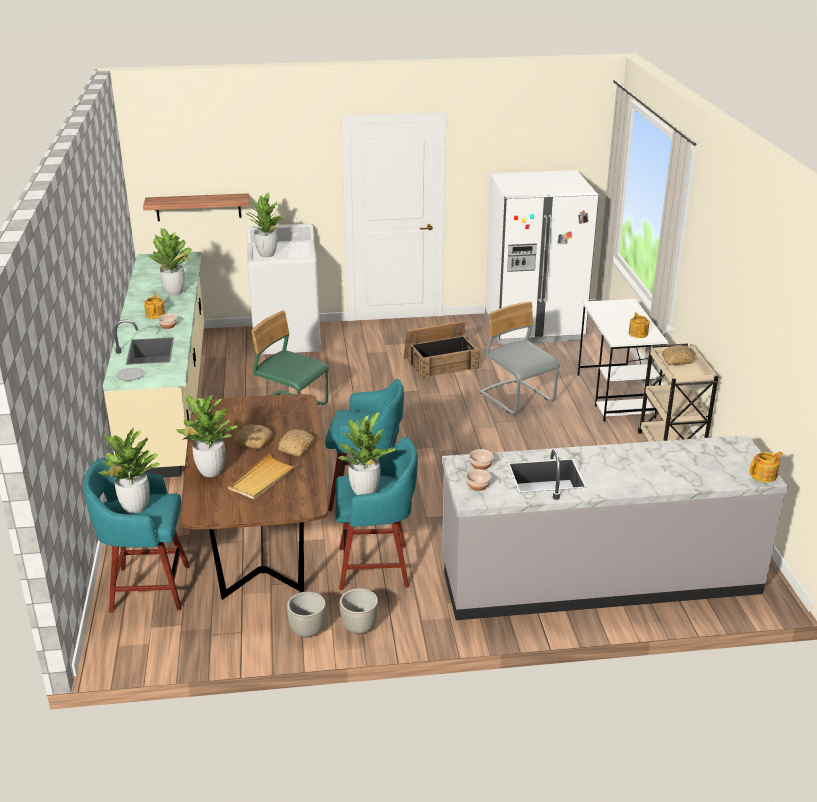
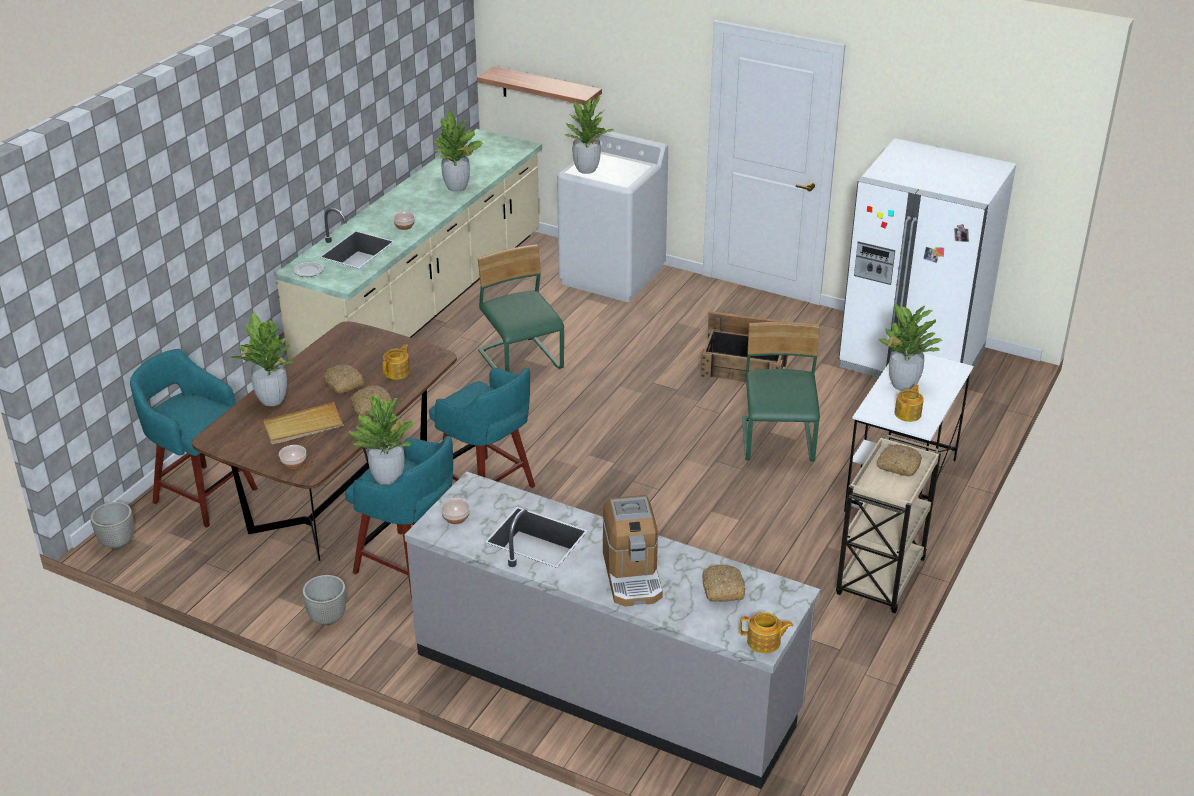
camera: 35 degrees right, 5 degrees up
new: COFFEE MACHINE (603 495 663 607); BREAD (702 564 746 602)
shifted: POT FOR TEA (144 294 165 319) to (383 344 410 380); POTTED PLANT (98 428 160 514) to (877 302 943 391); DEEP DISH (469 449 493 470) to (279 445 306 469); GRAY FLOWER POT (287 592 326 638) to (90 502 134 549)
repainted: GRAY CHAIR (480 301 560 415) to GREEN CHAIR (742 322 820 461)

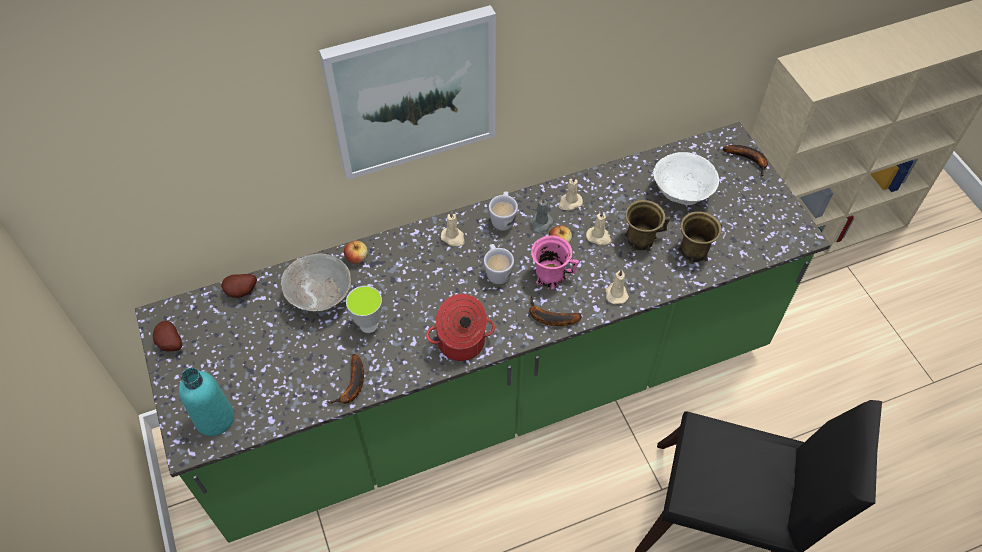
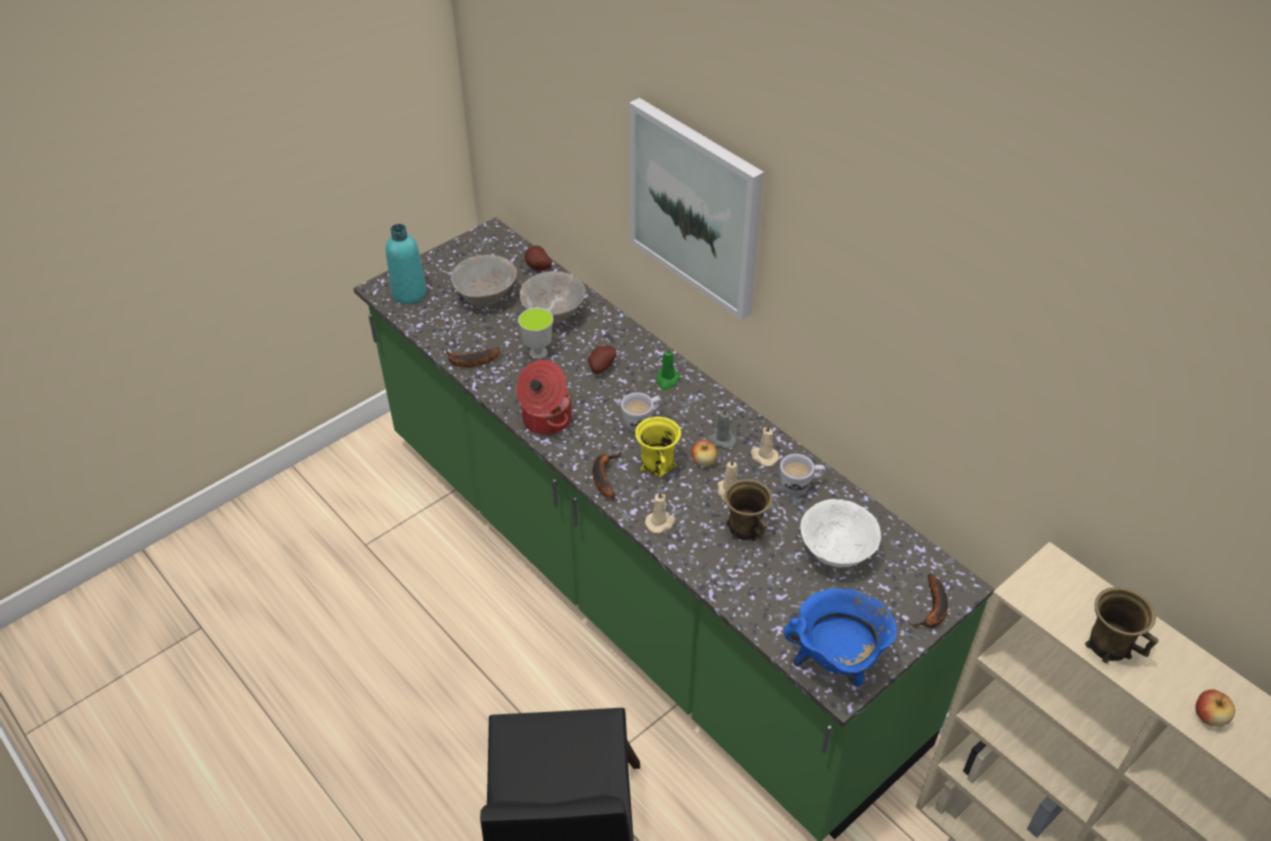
camera: 70 degrees right, 10 degrees down
new: GRAY DEEP DISH (451 255 517 307); BLUE SAUCEPOT (784 588 897 686)
shifted: WHITE COFFEE MUG (489 191 518 231) to (780 454 826 496); BROWNISH COFFEE MUG (678 211 722 264) to (1085 587 1159 663); WHOLE APPLE (344 241 368 264) to (1195 689 1235 727); SPUD (153 321 182 351) to (588 345 617 374)
repainted: BEIGE CANDLE (441 211 464 246) to GREEN CANDLE (656 346 680 390); PINK COFFEE MUG (531 235 579 289) to YELLOW-COLOURED COFFEE MUG (635 417 681 477)

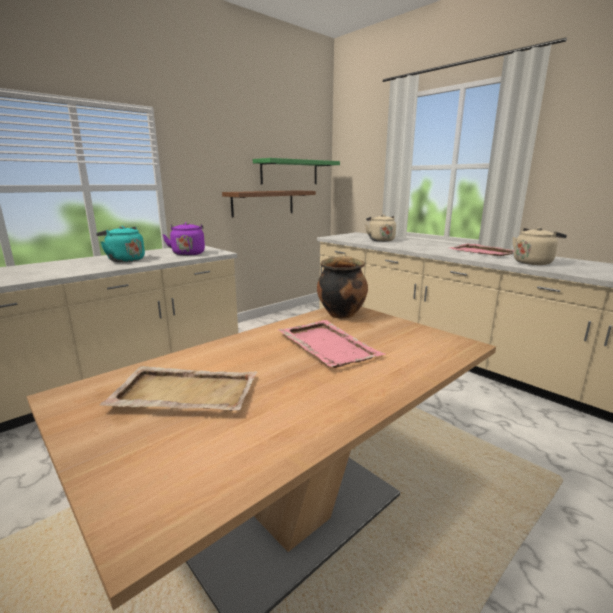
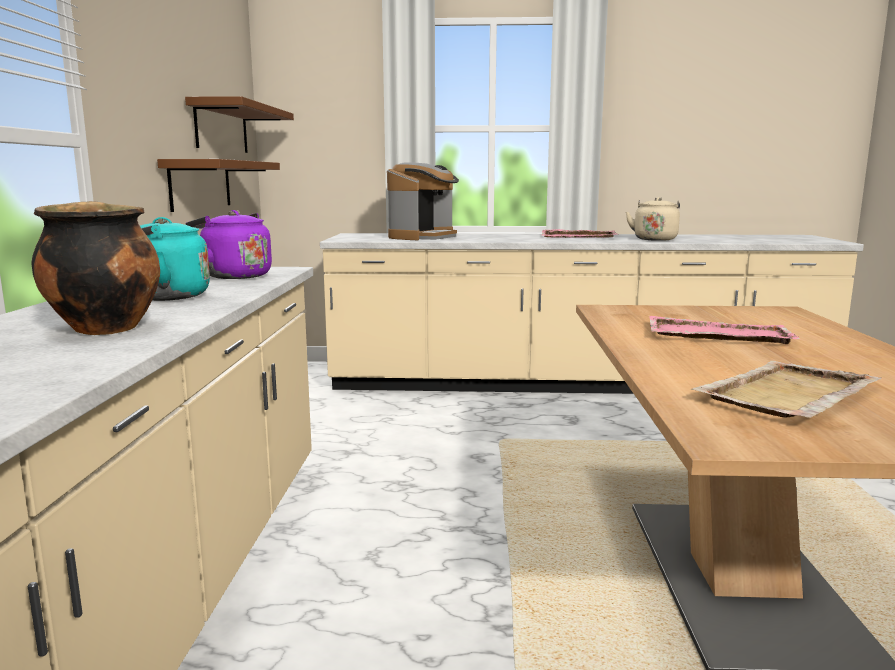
camera: 45 degrees left, 5 degrees down
shifted: SAUCEPOT (317 256 368 319) to (31 201 160 335)
swapped: BEIGE KETTLE (365 214 396 242) to COFFEE MACHINE (387 163 459 240)
repainted: GREEN WALL SHELF (253 158 340 185) to BROWNISH WALL SHELF (185 96 294 153)

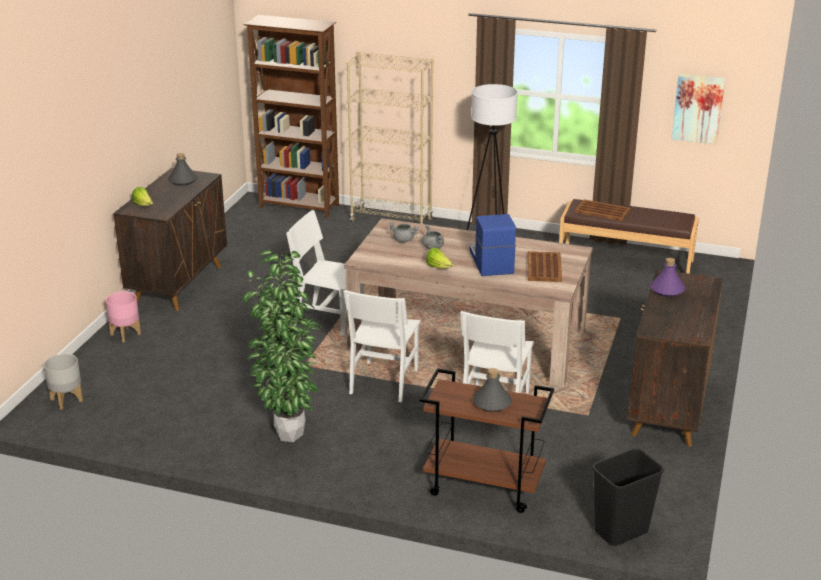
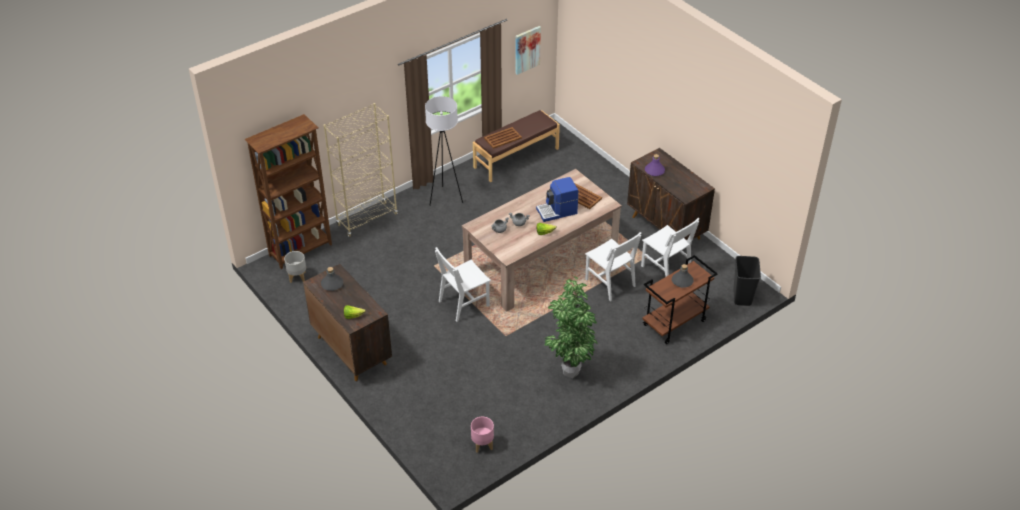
camera: 55 degrees left, 15 degrees up
shifted: WHITE CHAIR (344 290 421 402) to (641 218 699 277); PINK FLOWER POT (106 291 141 342) to (471 417 494 453); GRAY FLOWER POT (43 354 83 410) to (284 251 306 283)
rotated: COFFEE MACHINE (470 214 516 276) = (536 177 578 222) 45 degrees counterclockwise

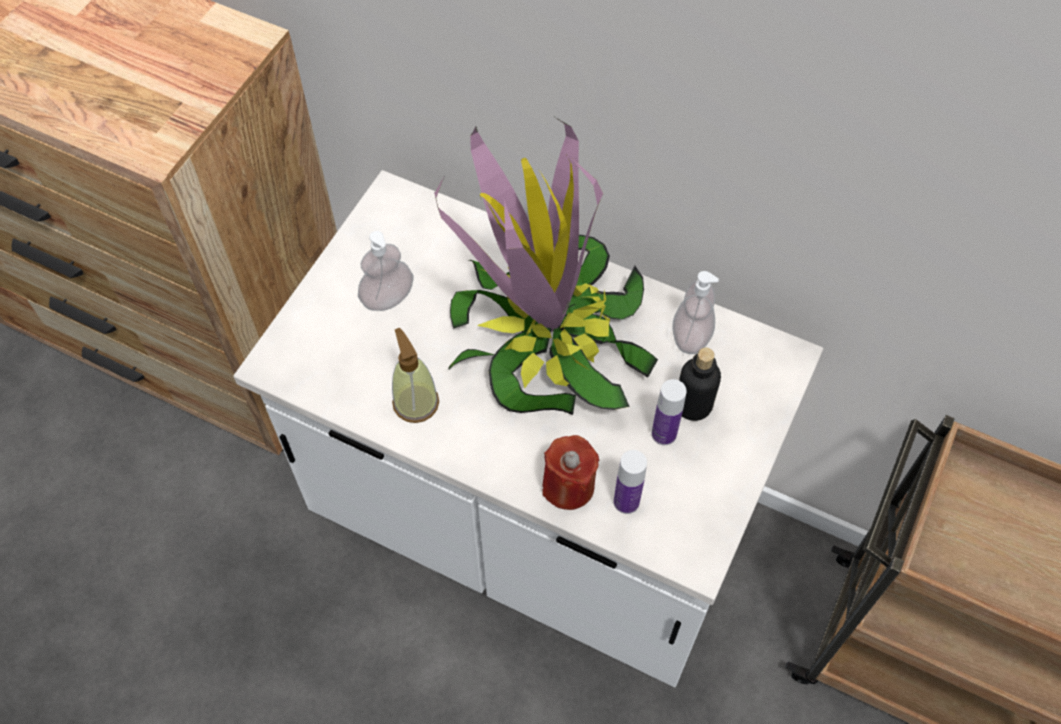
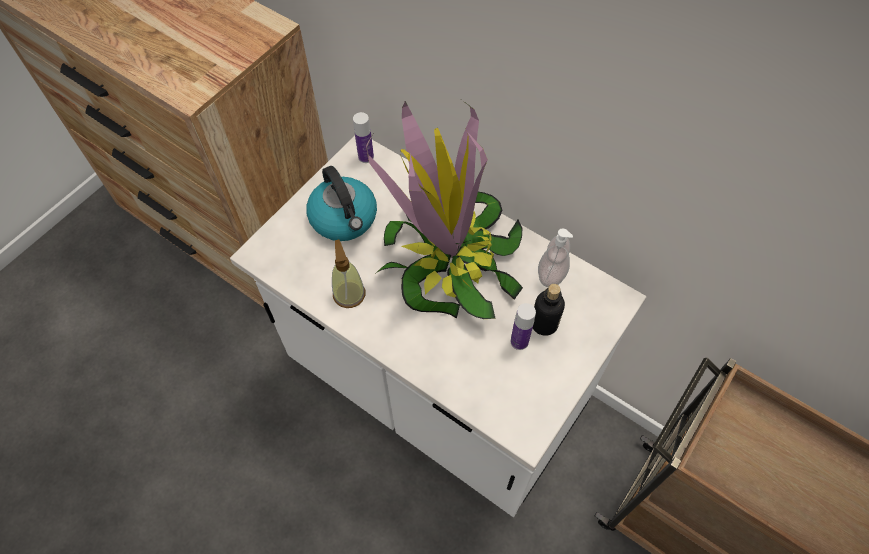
camera: 10 degrees right, 0 degrees up
gone: RED CANDLE (542 435 600 510)
shifted: BOTTLE (614 450 647 514) to (353 112 374 163)
swapped: SOAP DISPENSER (358 231 414 311) to KETTLE (306 166 377 241)

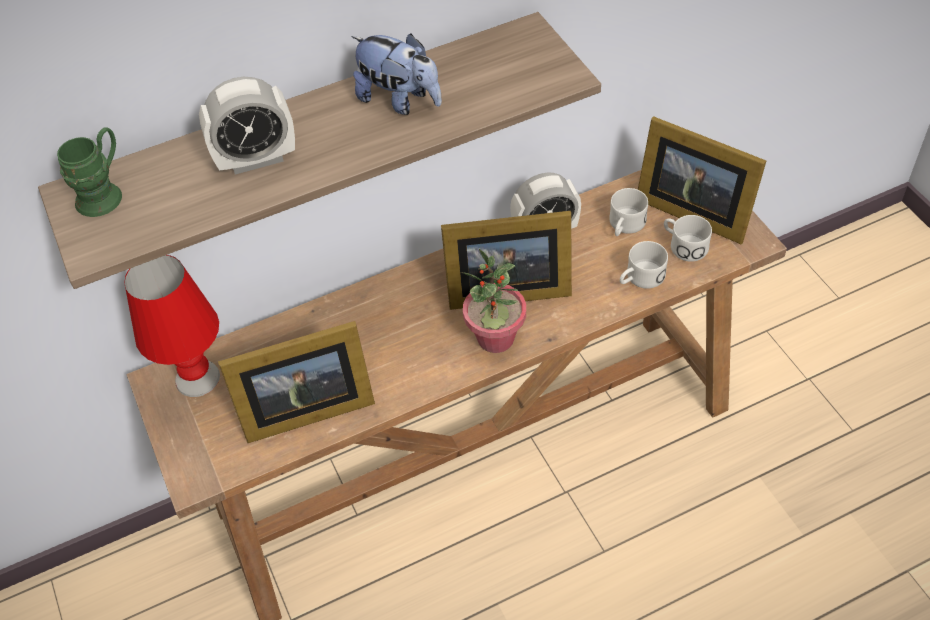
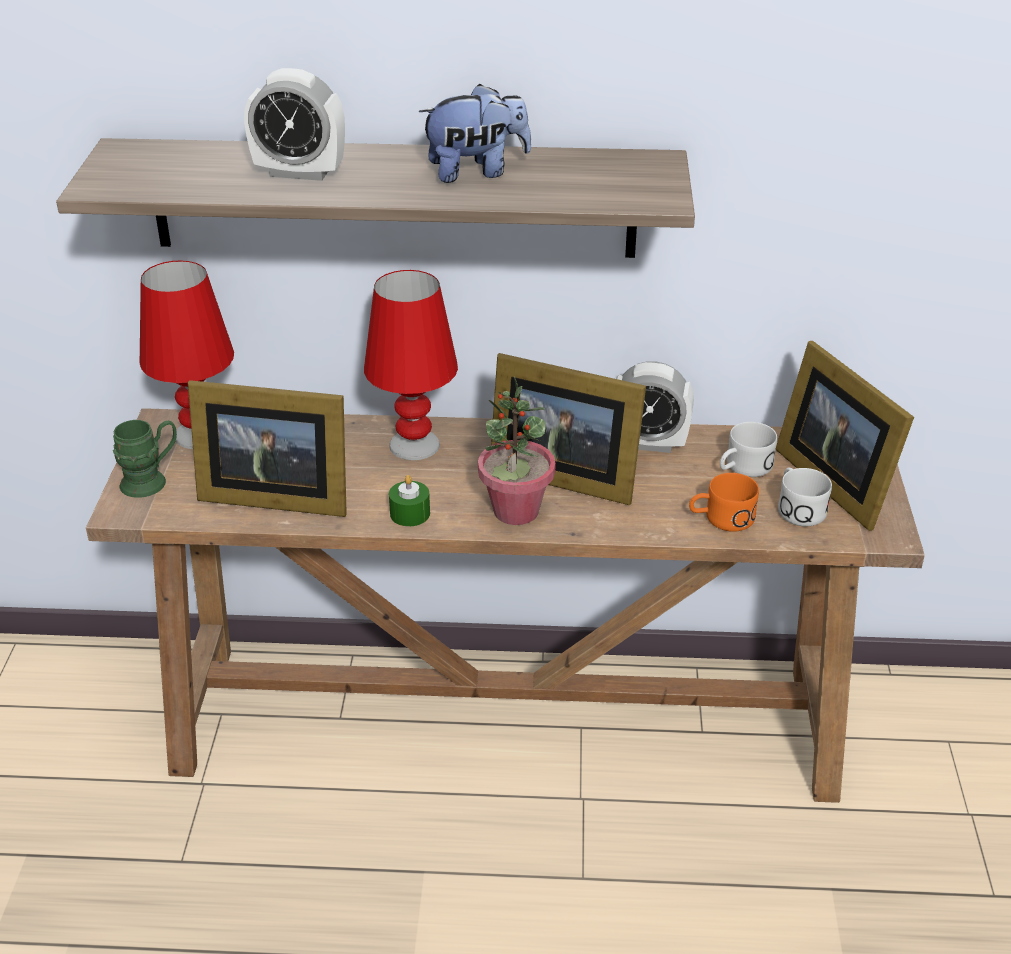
camera: 25 degrees right, 15 degrees down
new: RED LAMP FOR A TABLE (364 270 458 460); GREEN CANDLE (389 475 430 526)
shifted: GREEN COFFEE MUG (57 127 122 217) to (113 420 177 498)
repainted: WHITE COFFEE MUG (620 241 668 289) to ORANGE COFFEE MUG (689 473 759 532)
rotated: PLUSH TOY (351 34 442 115) = (419 84 531 183) 75 degrees counterclockwise

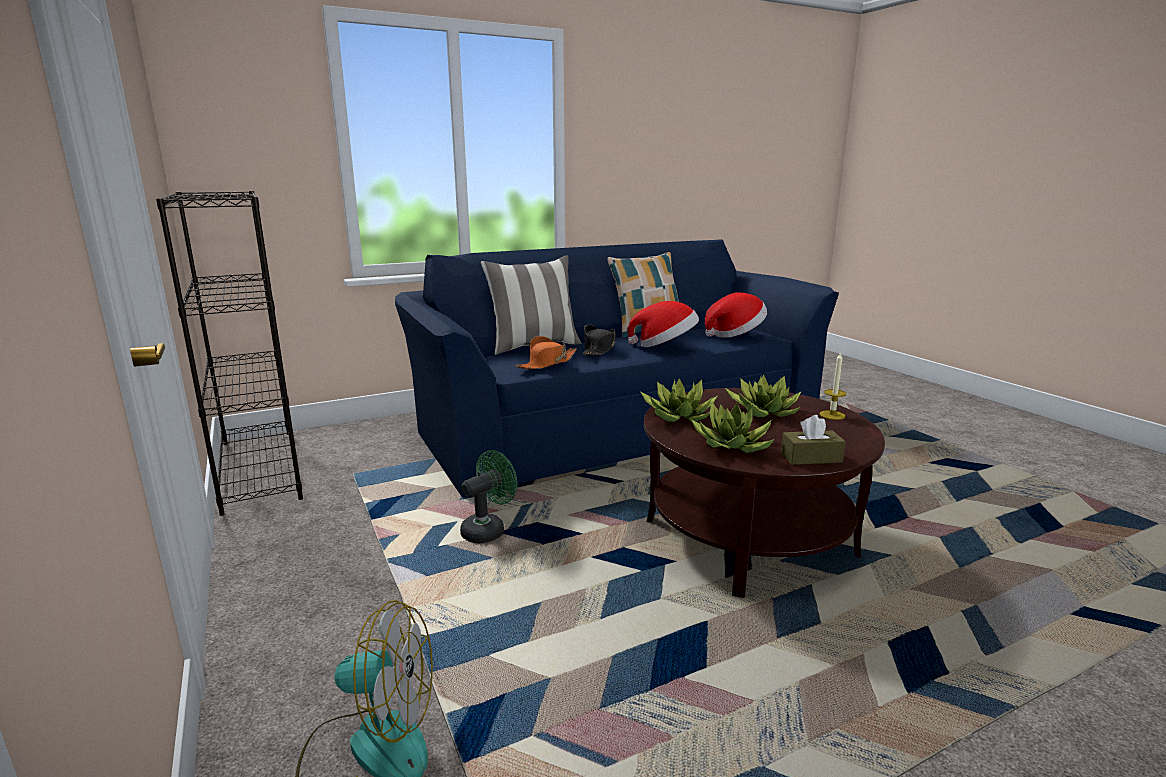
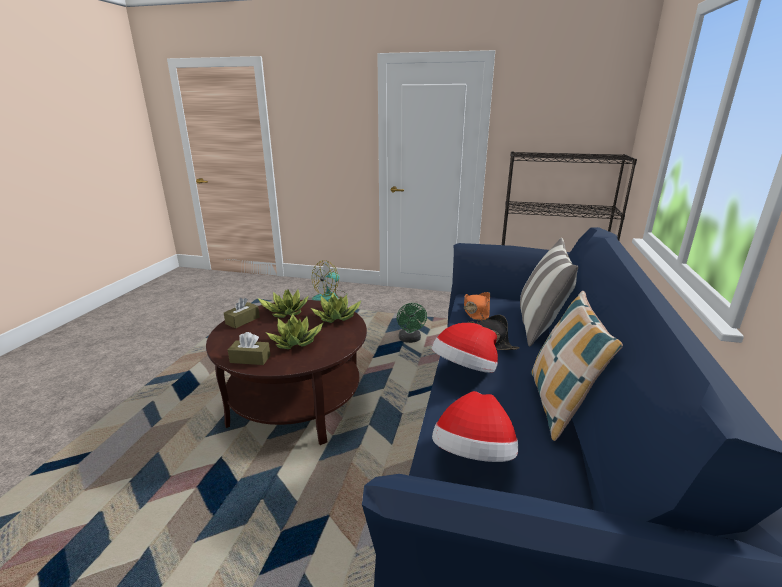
camera: 130 degrees right, 5 degrees up
swapped: CANDLE (820 352 846 420) to BROWNISH TISSUE HOLDER (228 332 270 365)

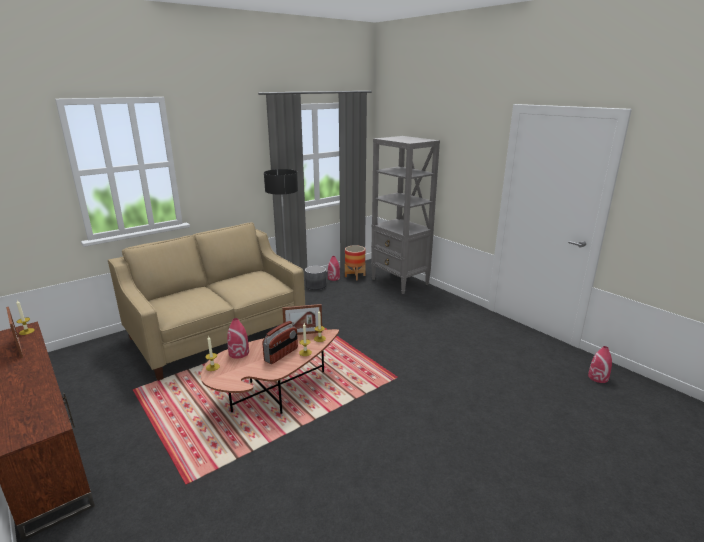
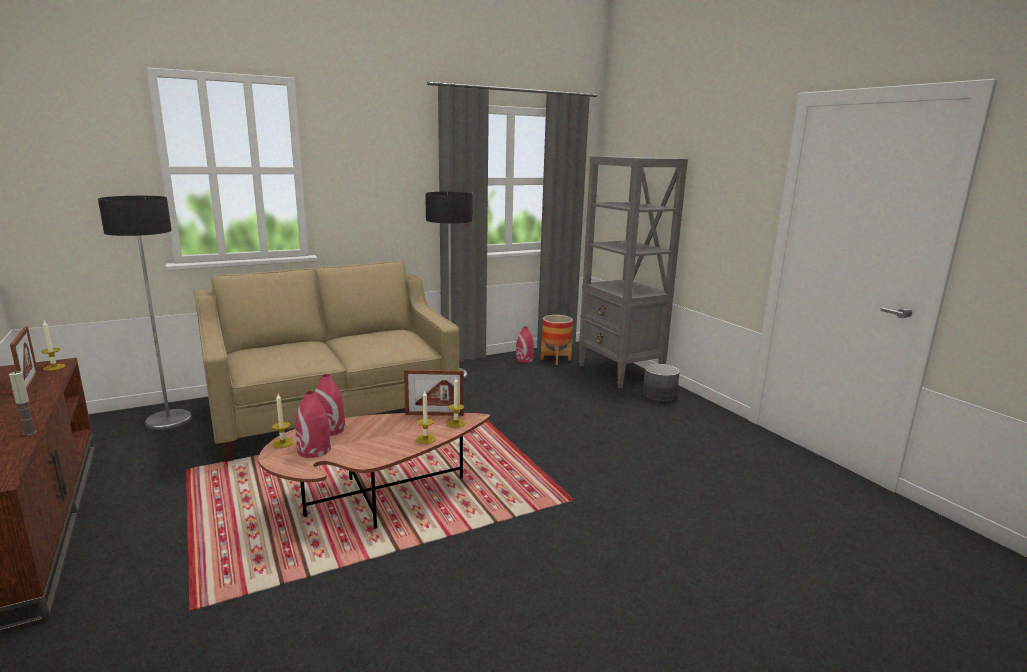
camera: 10 degrees right, 5 degrees down
gone: RADIO SET (262 321 298 364)
new: STANDING LAMP (98 196 192 430); CANDLE (9 371 37 436)
shifted: GRAY FLOWER POT (305 266 326 290) to (643 364 680 403); RED FLOWER VASE (588 346 612 383) to (295 391 331 458)

